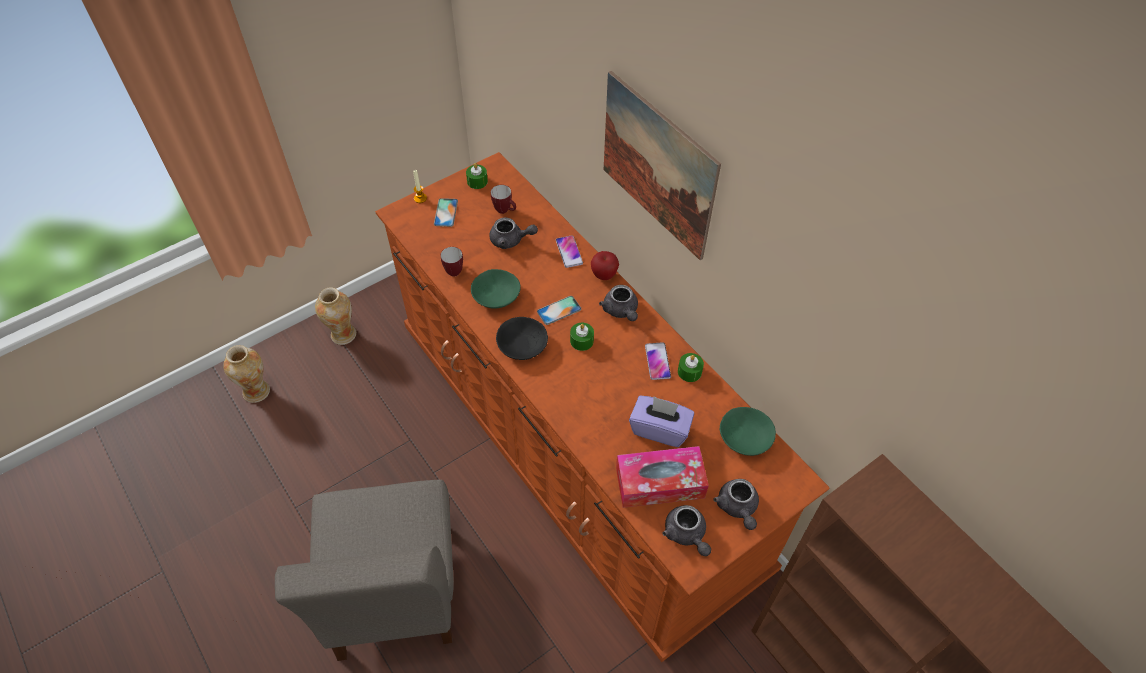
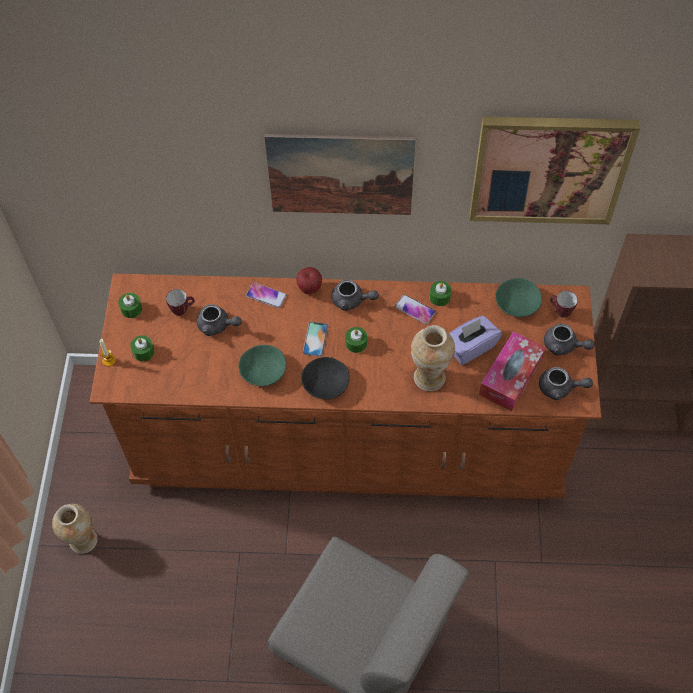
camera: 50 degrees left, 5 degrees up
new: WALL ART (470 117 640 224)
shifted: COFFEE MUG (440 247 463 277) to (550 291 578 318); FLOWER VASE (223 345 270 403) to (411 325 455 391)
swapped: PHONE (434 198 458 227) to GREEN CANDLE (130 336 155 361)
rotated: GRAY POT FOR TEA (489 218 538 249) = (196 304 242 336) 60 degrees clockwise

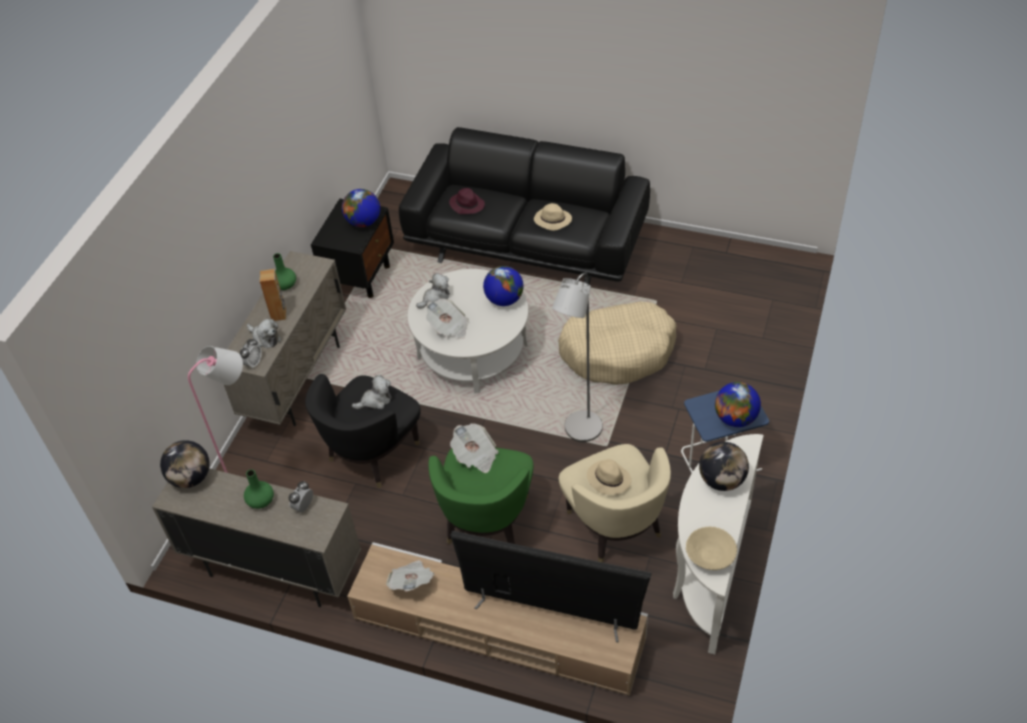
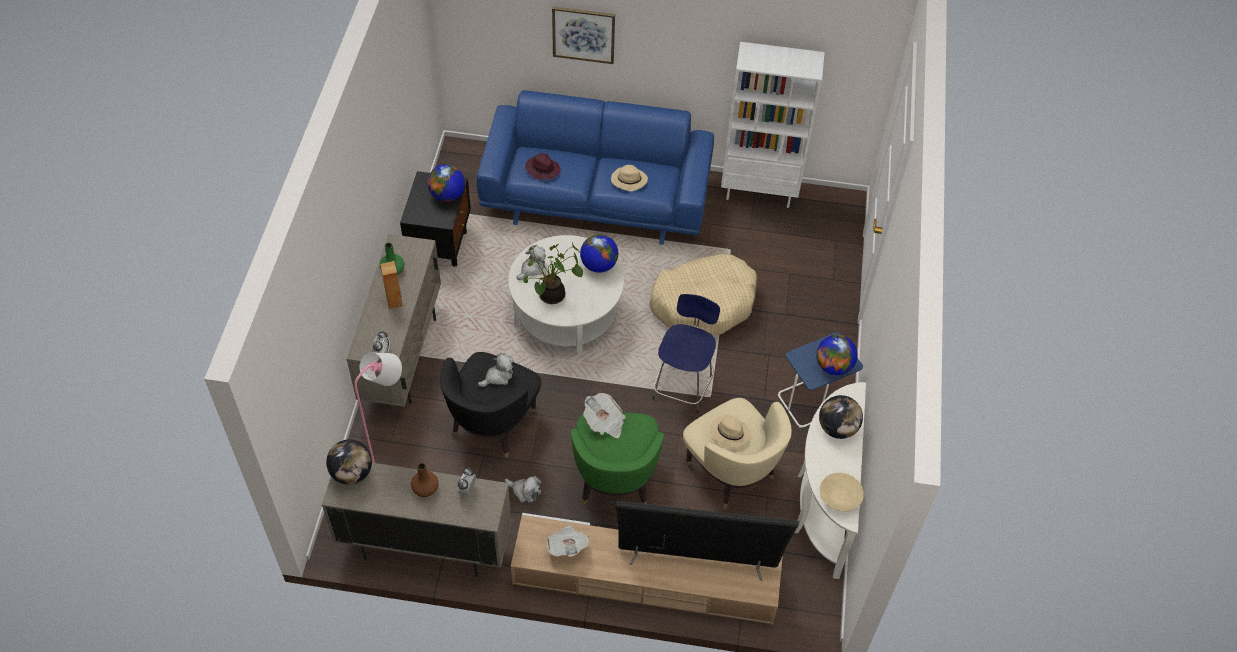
camera: 15 degrees left, 5 degrees up
new: WALL ART (552 6 615 64); WHITE SHELVING UNIT (721 42 825 208)
shifted: PLUSH TOY (247 319 281 348) to (505 476 541 503)
swapped: GRAY STANDING LAMP (552 273 603 442) to BLUE SITTING STOOL (652 294 720 414); NEWSPAPER (426 299 469 339) to POTTED PLANT (523 242 583 304)
repainted: BLACKISH SOFA (399 127 650 284) to BLUE SOFA (477 90 714 245); GREEN FLOWER VASE (244 469 274 509) to BROWNISH FLOWER VASE (411 463 439 497)

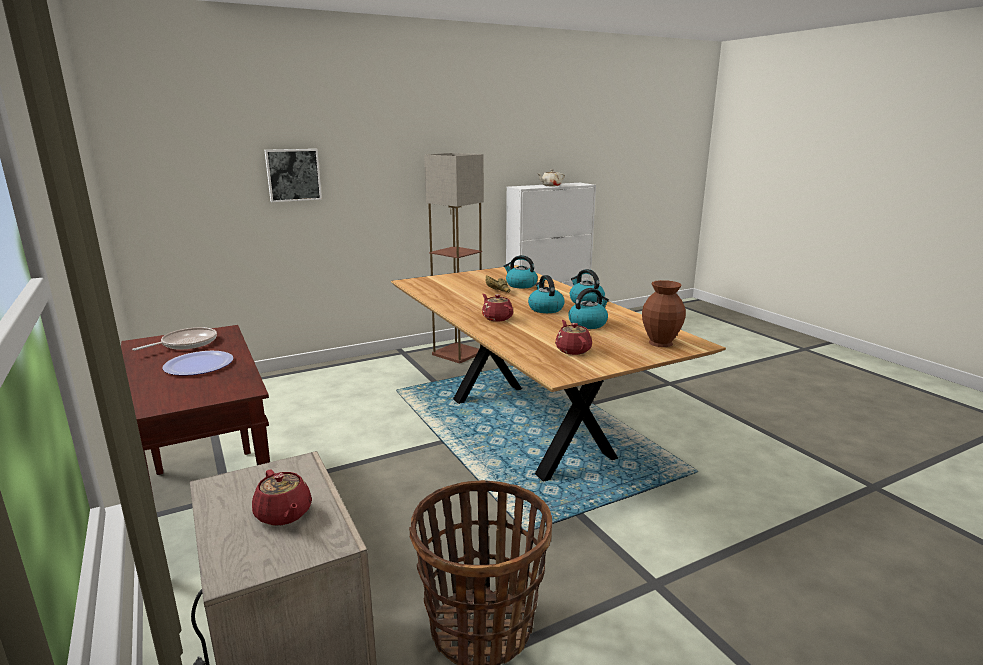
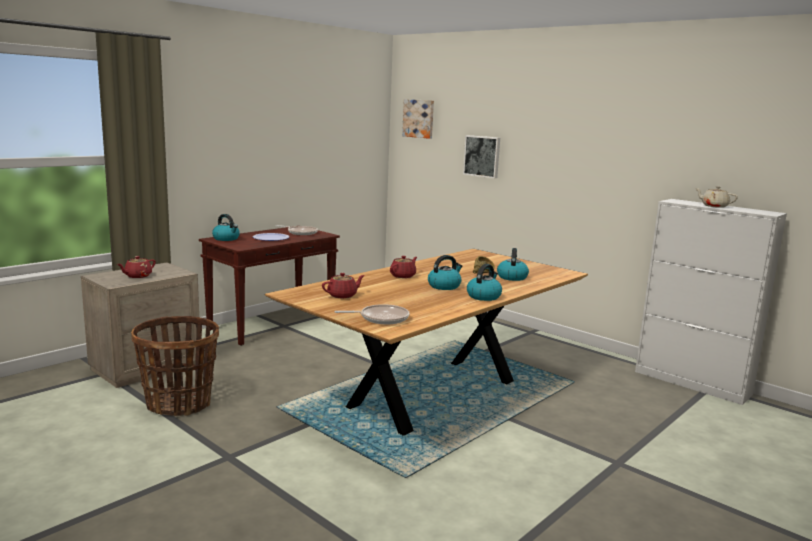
camera: 70 degrees right, 5 degrees down
gone: STANDING LAMP (424 153 484 363)
new: WALL ART (402 99 434 139)
shifted: KETTLE (568 288 609 329) to (212 214 240 241)
swapped: BROWNISH FLOWER VASE (642 280 686 347) to SKILLET (335 304 409 325)

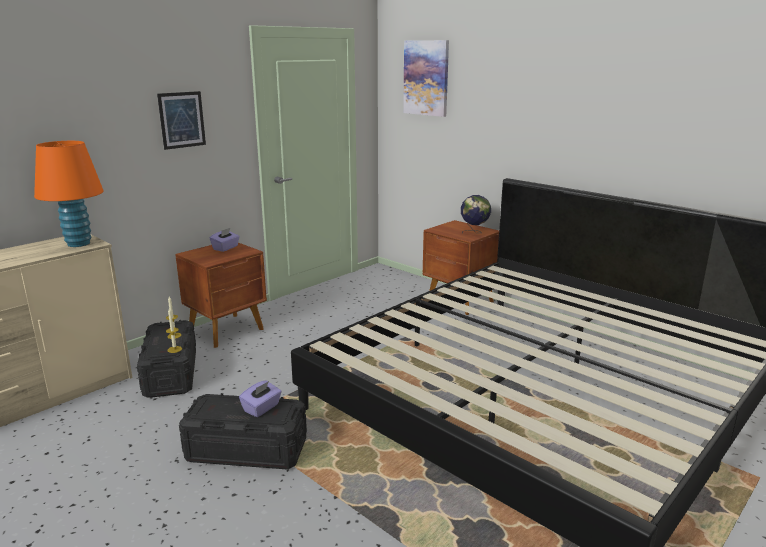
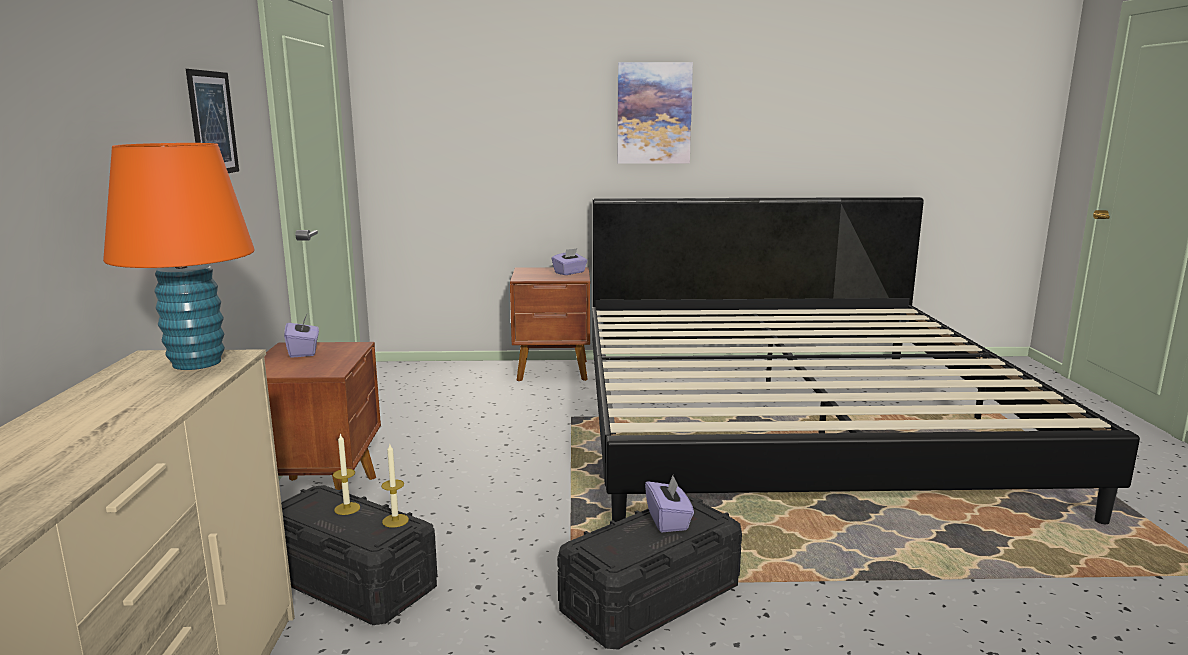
camera: 45 degrees left, 5 degrees down
shifted: WALL ART (403 40 449 117) to (617 62 693 164)
swapped: GLOBE (461 195 491 233) to PURPLISH TISSUE HOLDER (552 248 588 275)

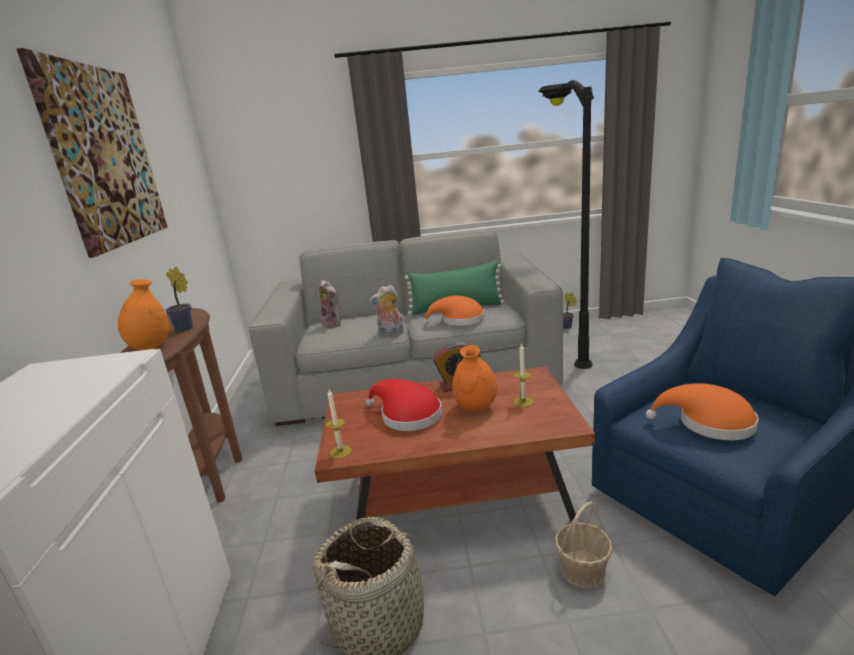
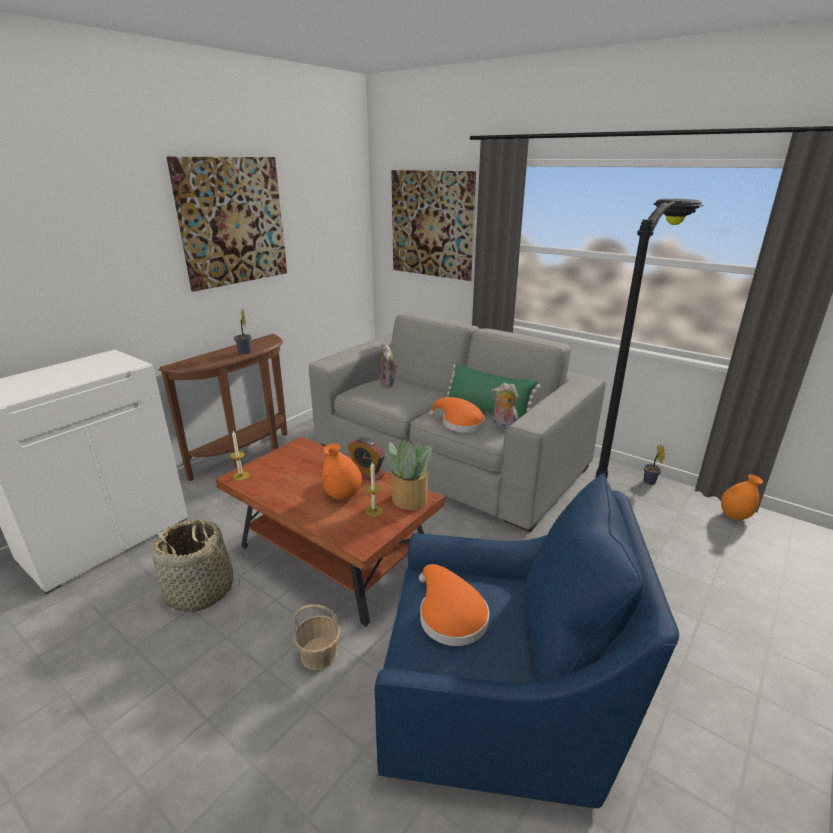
camera: 40 degrees right, 5 degrees up
gone: RED WEARABLE HAT (366 379 442 431)
new: WALL ART (391 170 476 281); POTTED PLANT (385 440 432 510)
shifted: ORANGE FLOWER VASE (118 279 170 350) to (721 474 763 520); PLUSH TOY (369 285 404 337) to (491 383 518 431)

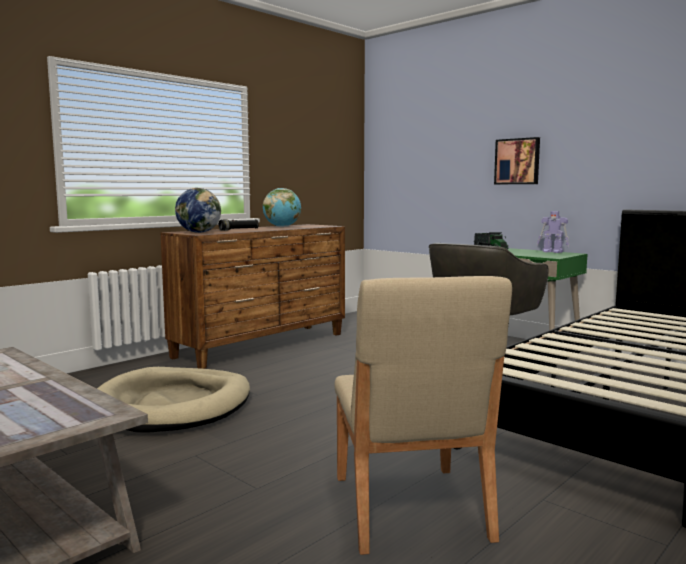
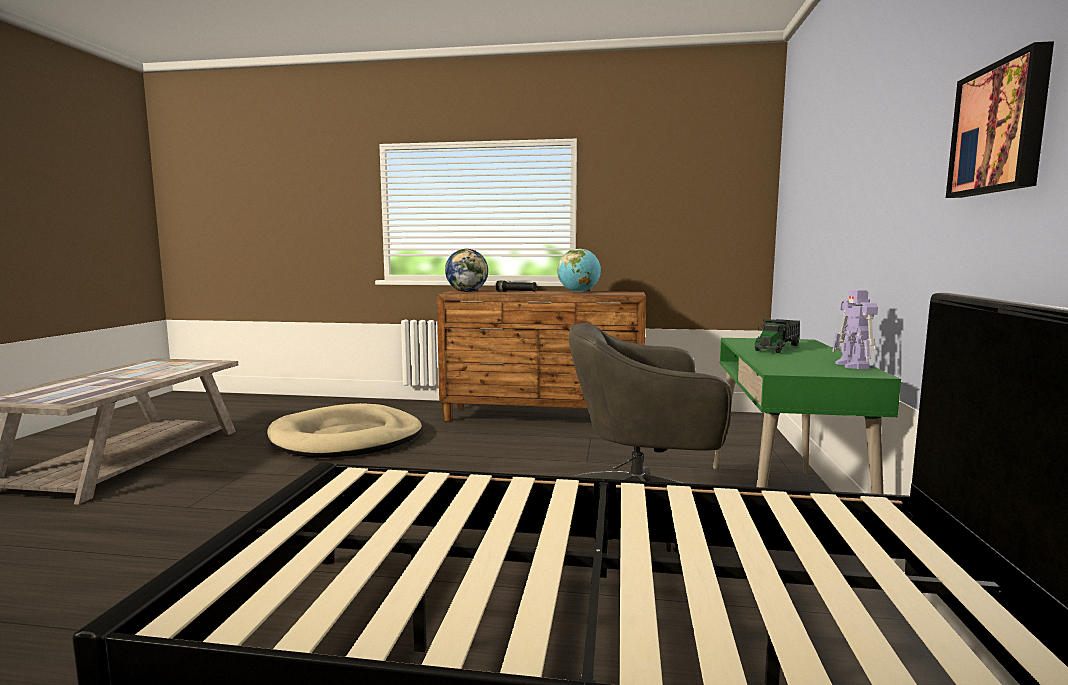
camera: 55 degrees right, 0 degrees up
gone: BEIGE CHAIR (335 276 512 555)
shifted: WALL ART (494 137 540 184) to (946 41 1054 198)

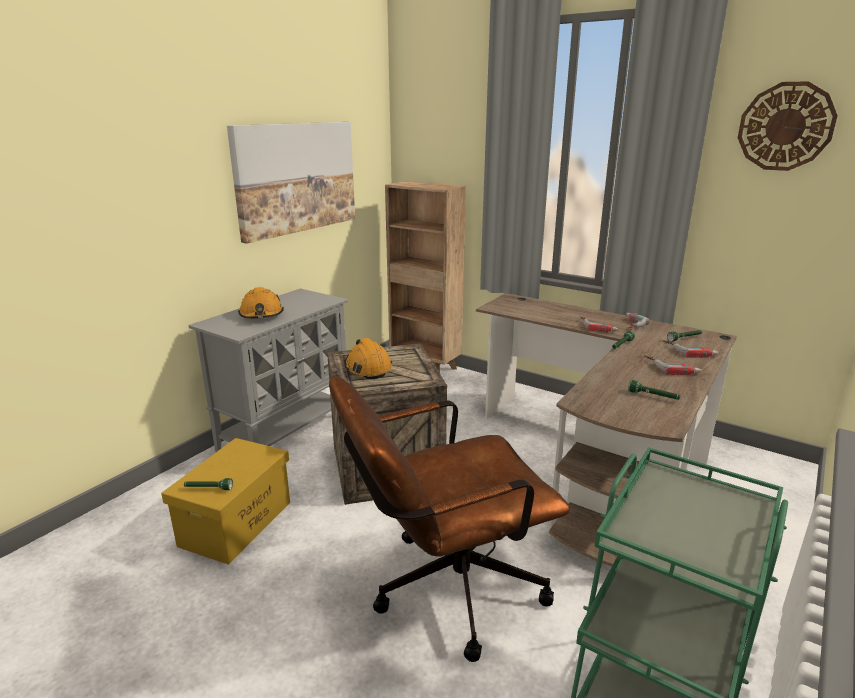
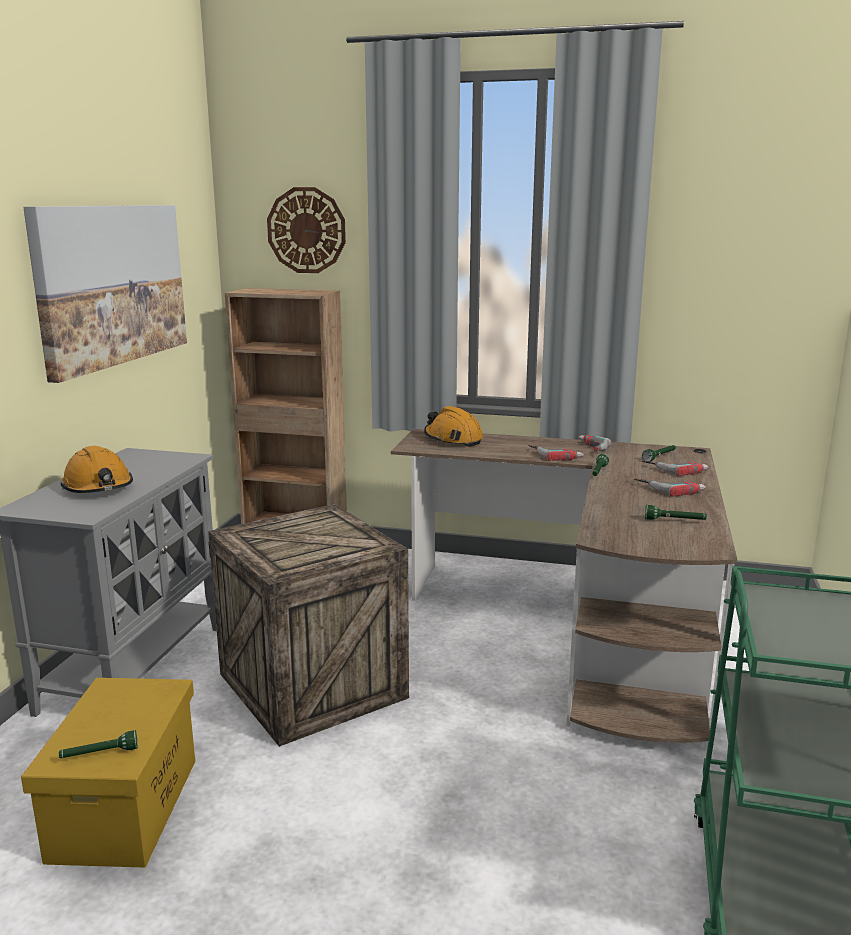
camera: 20 degrees left, 5 degrees down
gone: BROWNISH OFFICE CHAIR (329 376 570 662)
shifted: WALL CLOCK (738 81 838 171) to (267 187 346 273); ORANGE SAFETY HELMET (345 338 392 379) to (424 406 483 447)

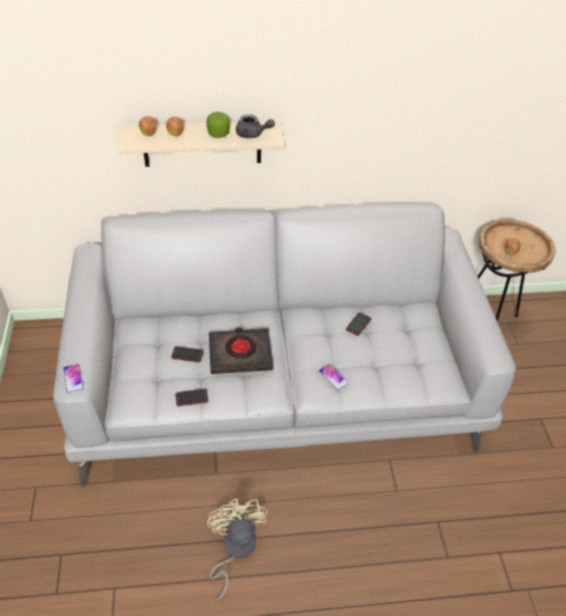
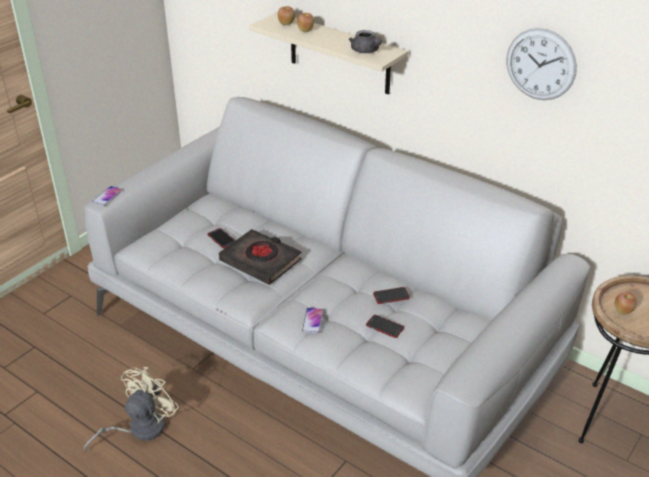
camera: 45 degrees right, 10 degrees down
gone: WHOLE APPLE (207 112 230 138)
new: WALL CLOCK (507 28 577 100)
shifted: PHONE (175 389 208 406) to (366 315 404 338)

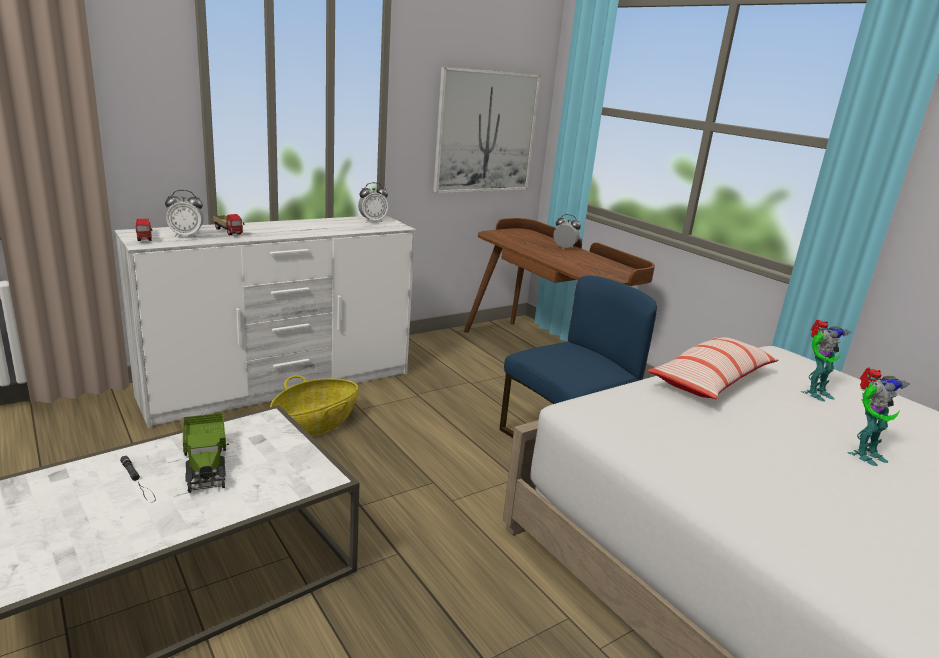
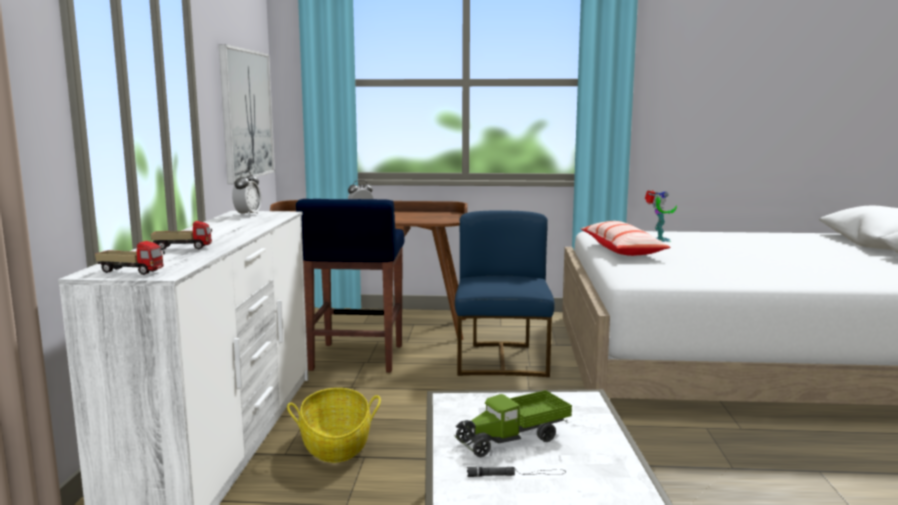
camera: 50 degrees left, 10 degrees down
gone: BEDSIDE CLOCK (165 190 204 237); ROBOT FIGURE (847 368 910 466)
new: BLUE SITTING STOOL (296 199 404 373)
rotated: TOY TRUCK (183 413 229 493) = (454 390 572 457) 135 degrees clockwise

